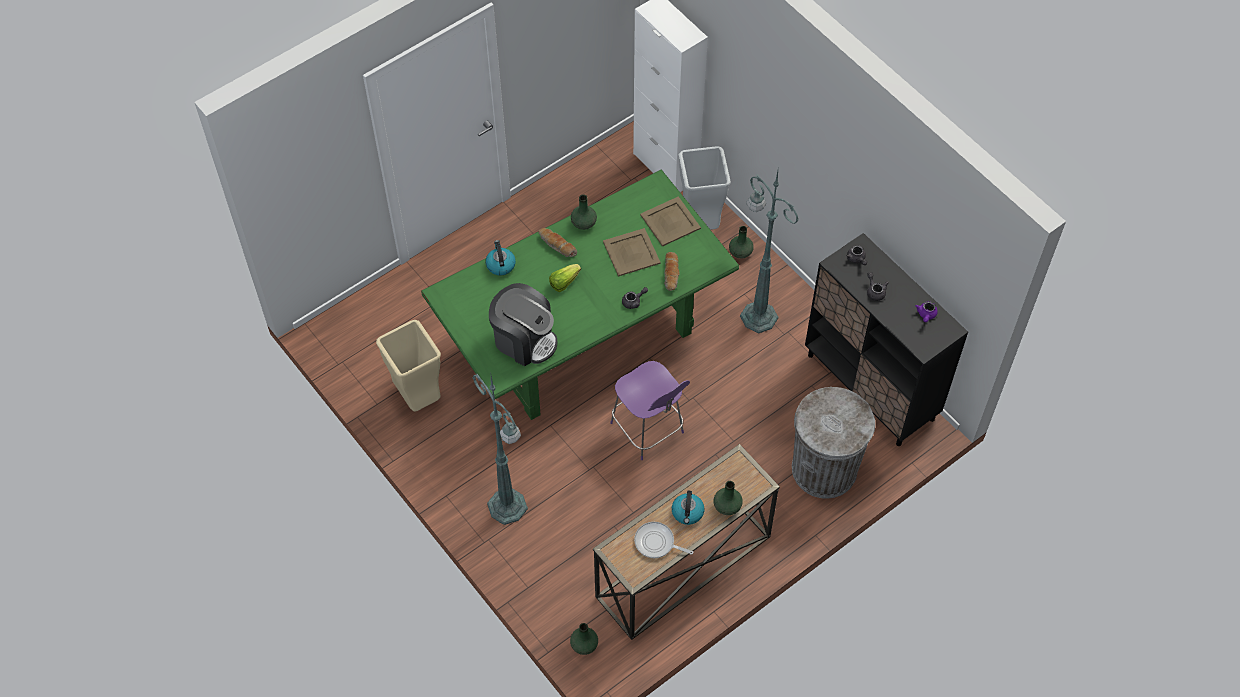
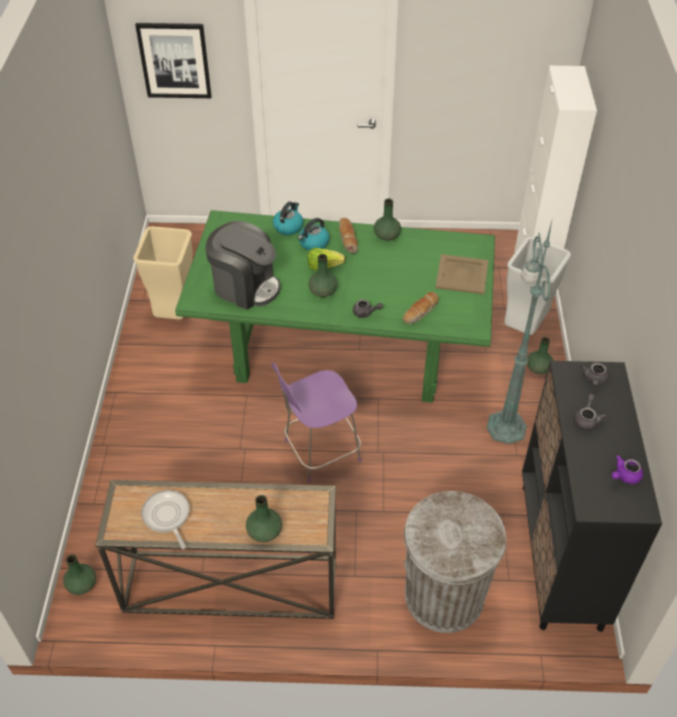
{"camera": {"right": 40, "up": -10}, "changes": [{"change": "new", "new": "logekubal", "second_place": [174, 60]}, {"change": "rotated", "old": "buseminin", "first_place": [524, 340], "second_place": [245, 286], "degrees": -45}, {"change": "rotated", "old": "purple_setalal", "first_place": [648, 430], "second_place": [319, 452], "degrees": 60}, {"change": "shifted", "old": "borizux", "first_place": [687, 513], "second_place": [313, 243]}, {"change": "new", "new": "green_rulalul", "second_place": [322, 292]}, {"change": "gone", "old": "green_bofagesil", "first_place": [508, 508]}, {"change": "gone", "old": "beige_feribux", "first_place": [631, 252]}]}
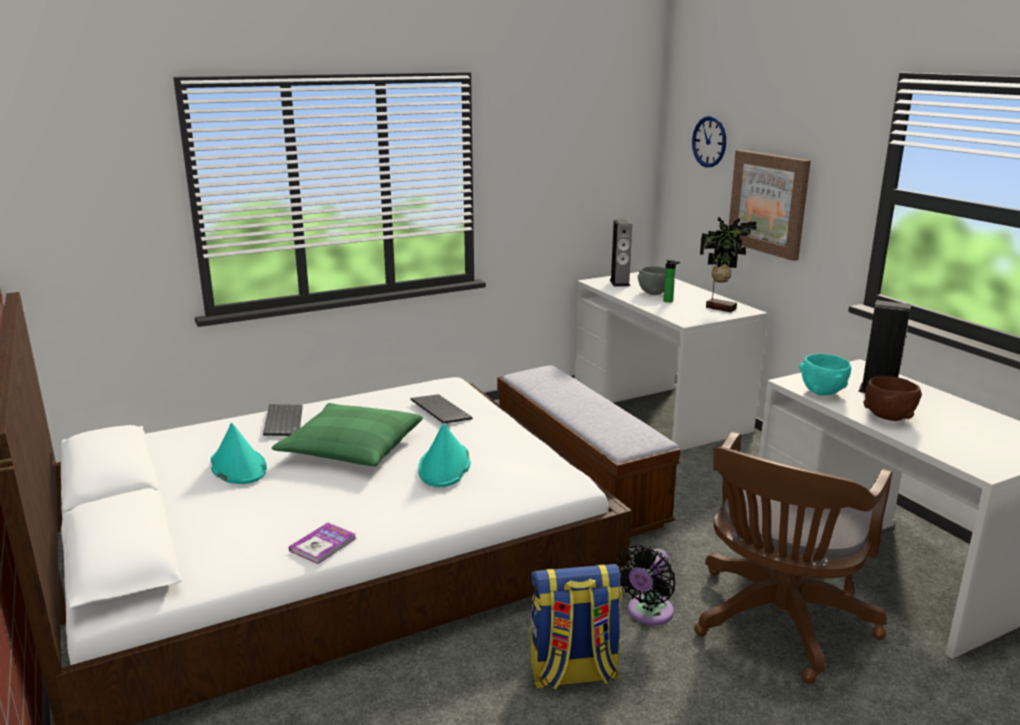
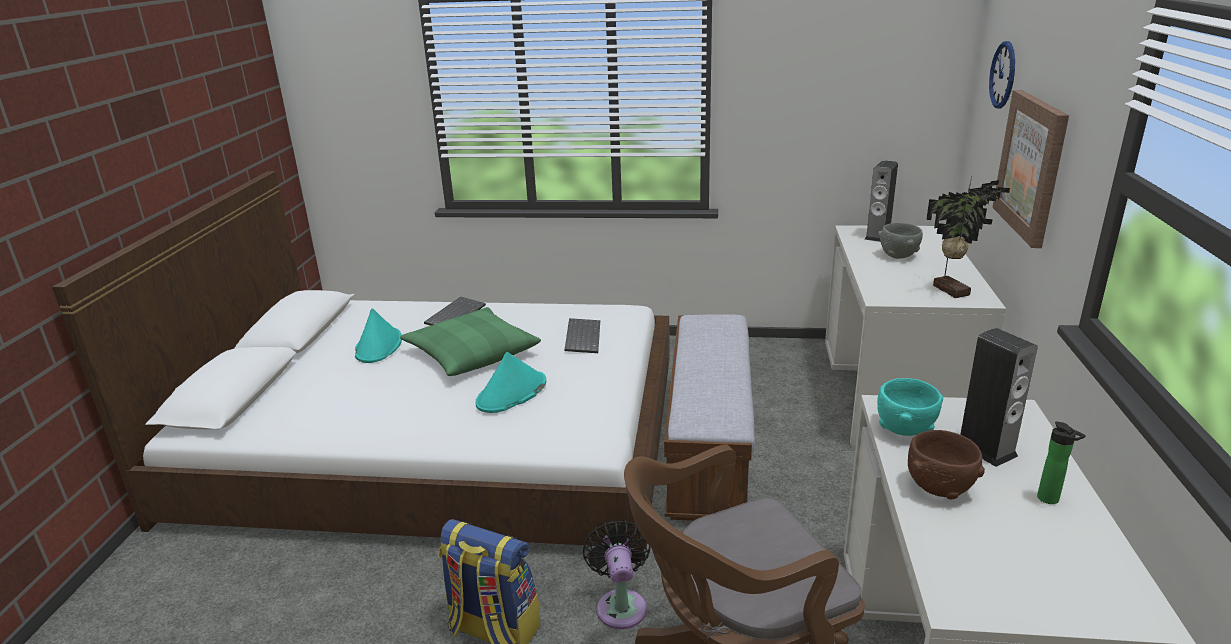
{"camera": {"right": 35, "up": 5}, "changes": [{"change": "rotated", "old": "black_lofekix", "first_place": [647, 613], "second_place": [621, 605], "degrees": 105}, {"change": "shifted", "old": "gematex", "first_place": [669, 301], "second_place": [1050, 500]}, {"change": "gone", "old": "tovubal", "first_place": [323, 544]}]}
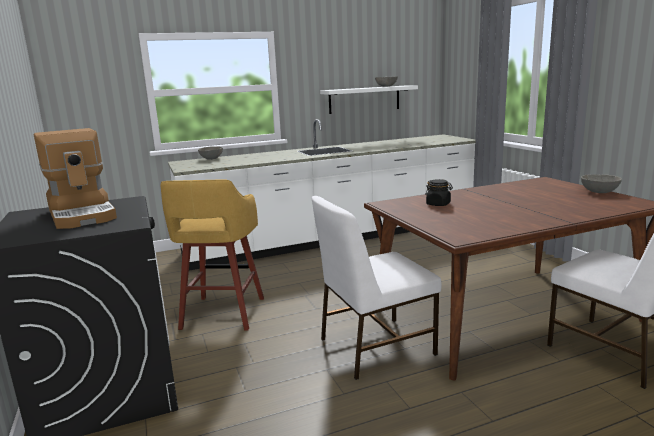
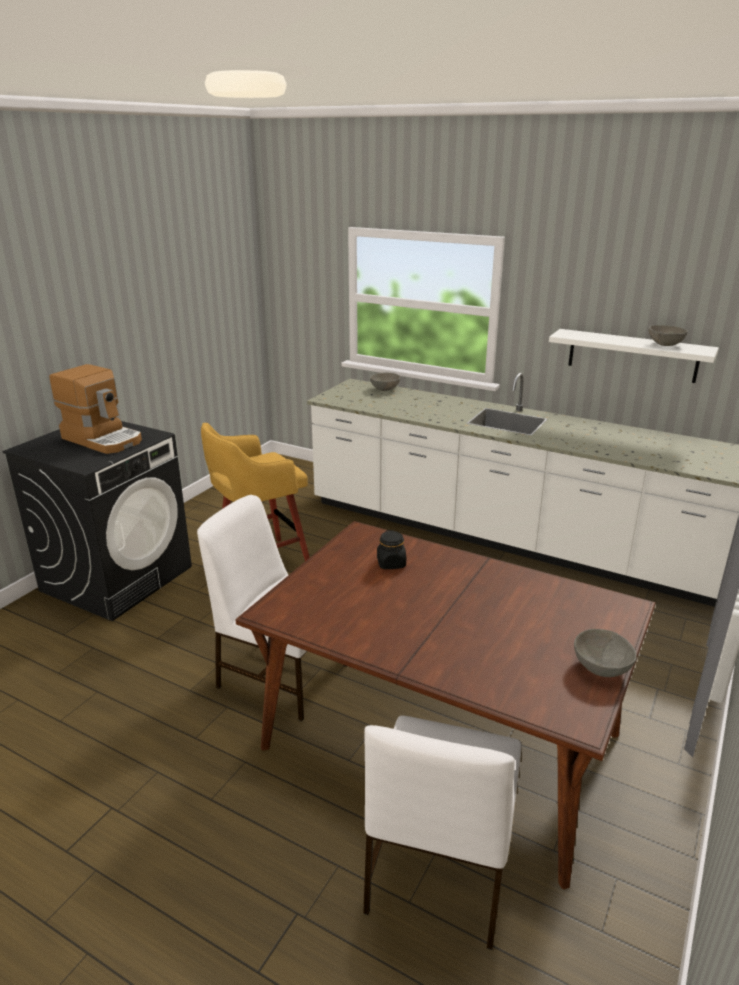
{"camera": {"right": 50, "up": 10}, "changes": [{"change": "rotated", "old": "buseminin", "first_place": [83, 214], "second_place": [103, 439], "degrees": -75}]}
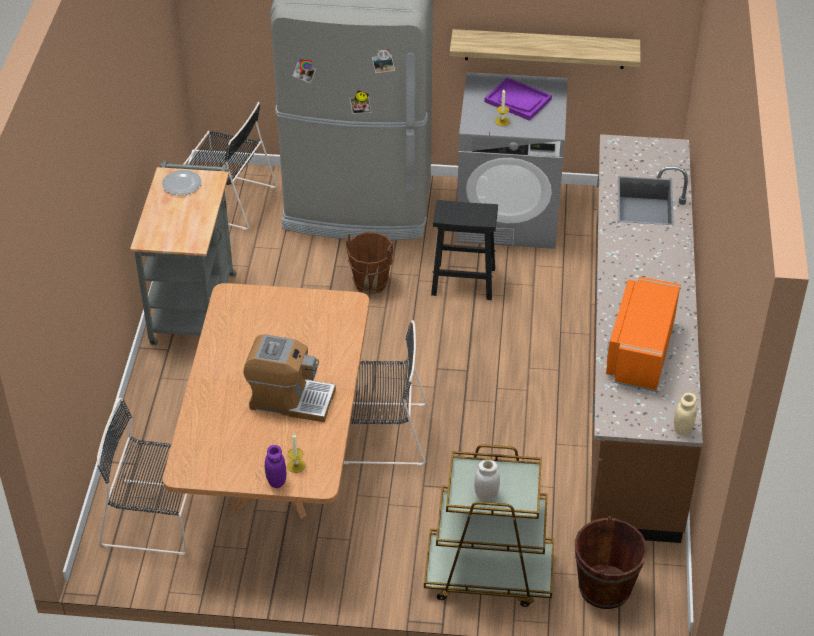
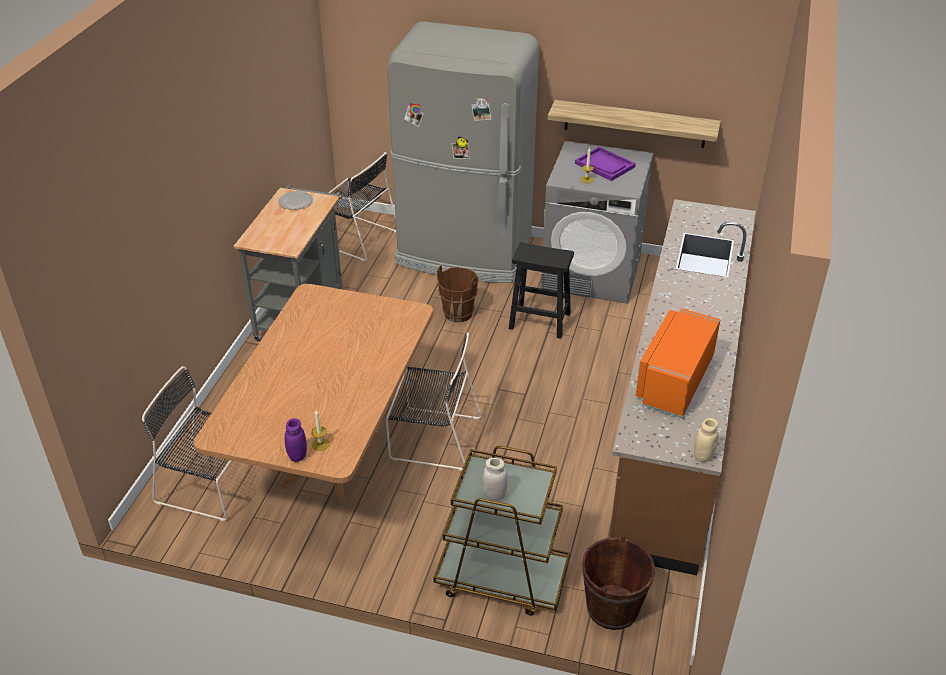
{"camera": {"right": 10, "up": -5}, "changes": [{"change": "gone", "old": "buseminin", "first_place": [290, 399]}]}
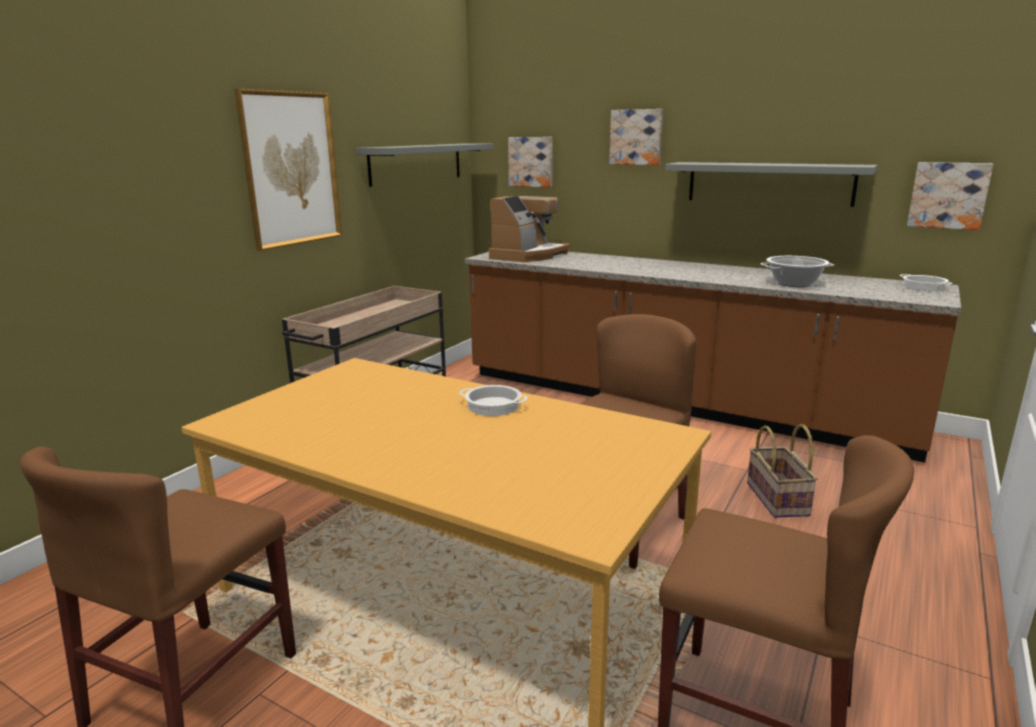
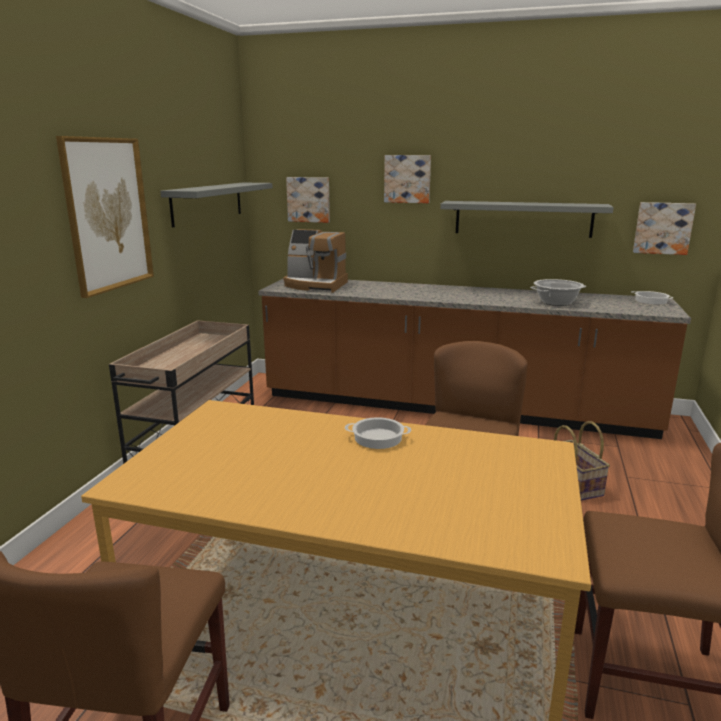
{"camera": {"right": -15, "up": 0}, "changes": [{"change": "rotated", "old": "buseminin", "first_place": [528, 256], "second_place": [315, 285], "degrees": 90}]}
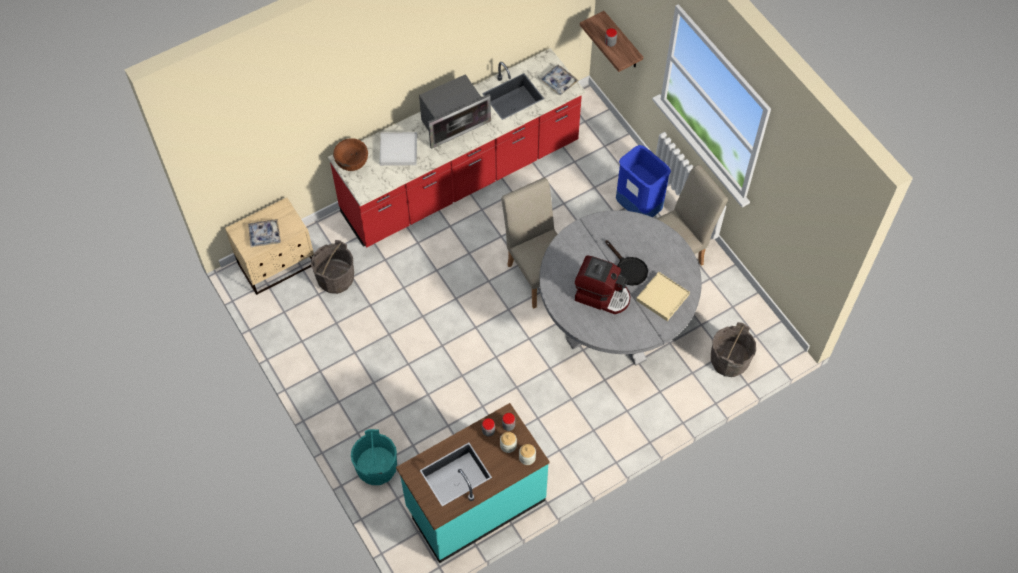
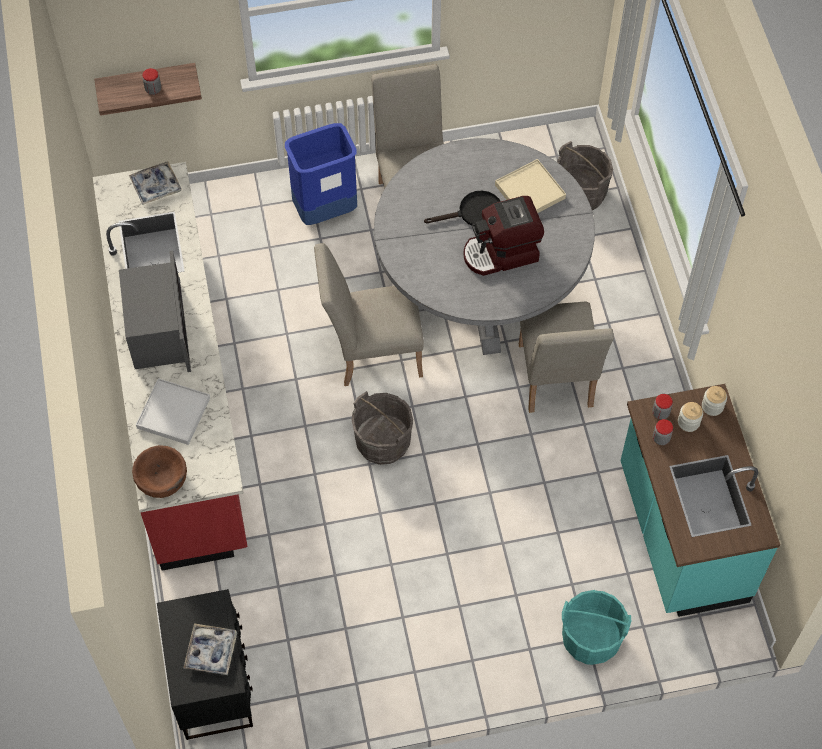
{"camera": {"right": -70, "up": 0}, "changes": [{"change": "repainted", "old": "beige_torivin", "new": "black_torivin", "first_place": [277, 264], "second_place": [213, 682]}, {"change": "shifted", "old": "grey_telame", "first_place": [335, 278], "second_place": [382, 442]}, {"change": "rotated", "old": "buseminin", "first_place": [602, 295], "second_place": [501, 254], "degrees": -150}, {"change": "new", "new": "beige_setalal", "second_place": [555, 382]}]}
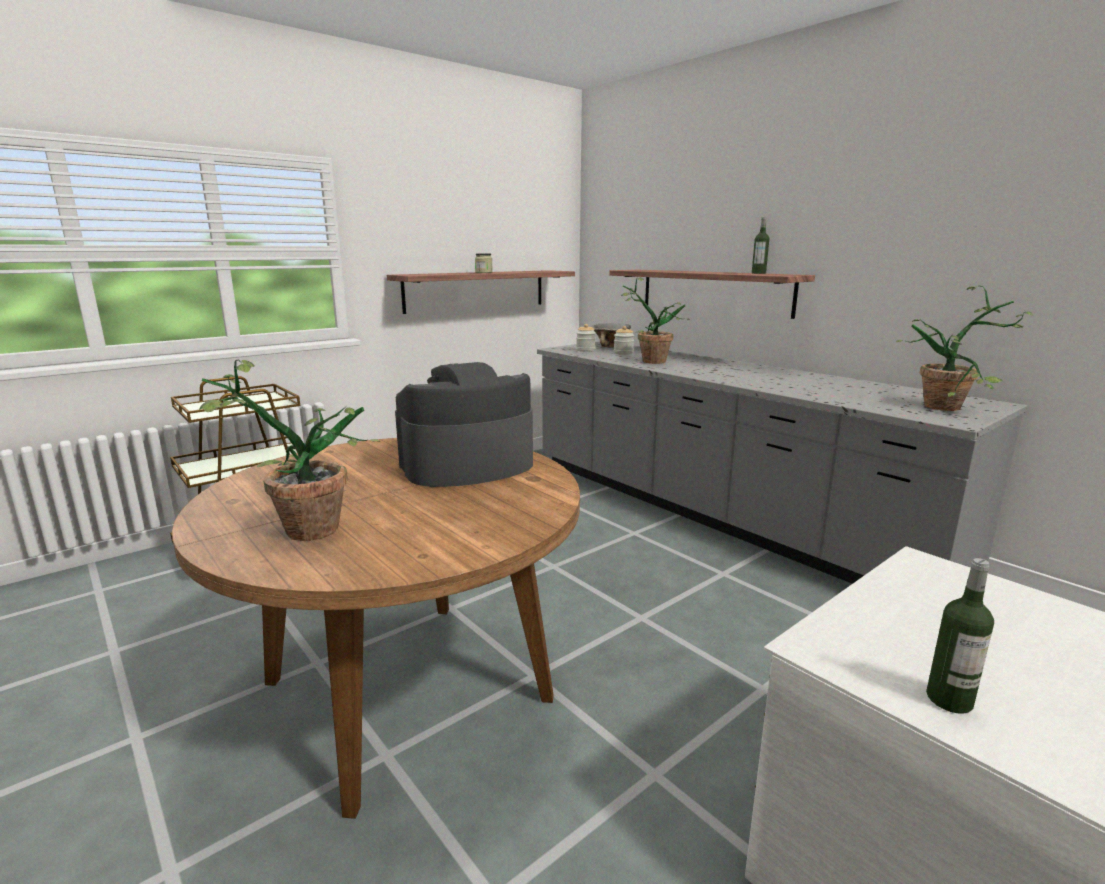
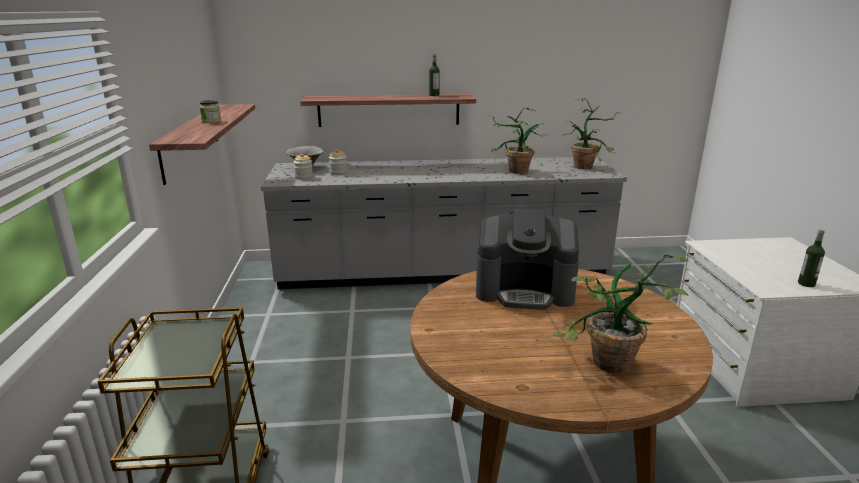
{"camera": {"right": -55, "up": 5}, "changes": [{"change": "rotated", "old": "buseminin", "first_place": [466, 466], "second_place": [525, 290], "degrees": -90}, {"change": "shifted", "old": "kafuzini", "first_place": [647, 361], "second_place": [514, 172]}]}
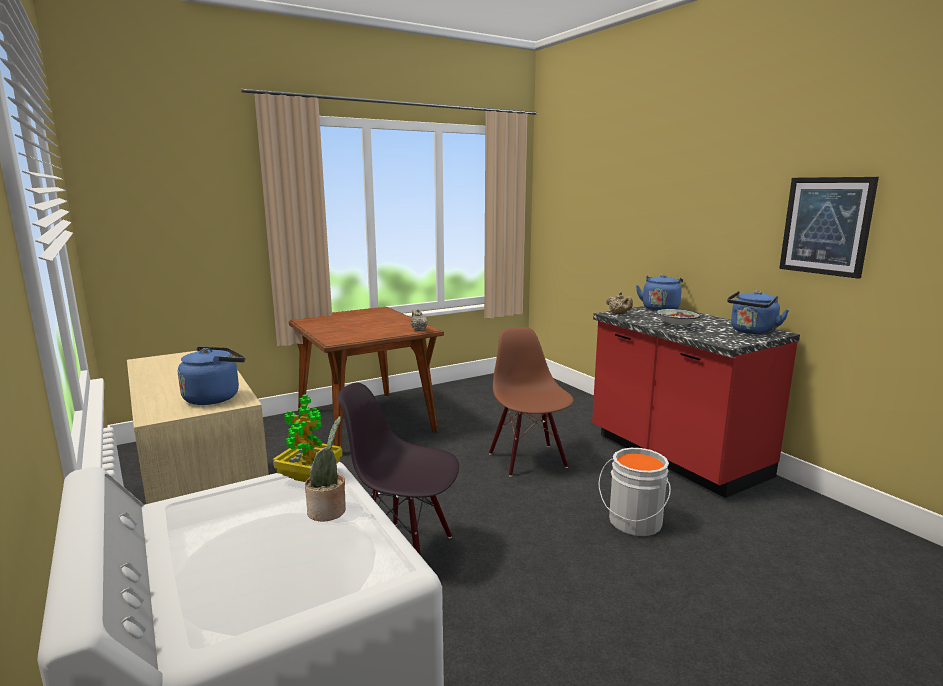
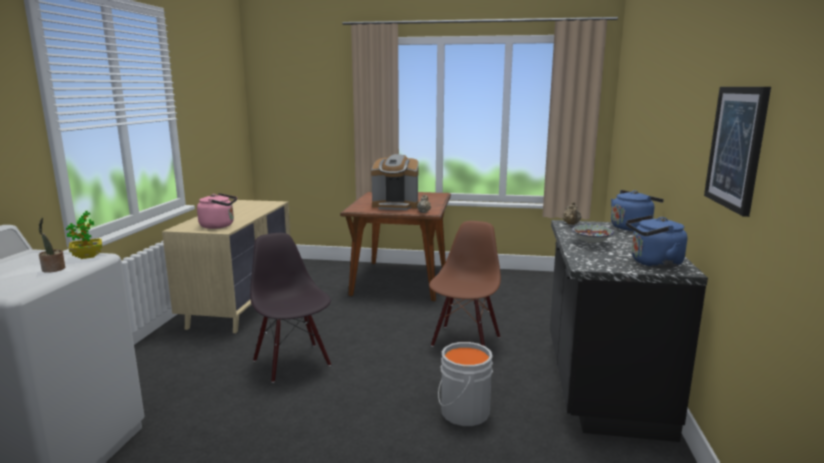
{"camera": {"right": 40, "up": 0}, "changes": [{"change": "repainted", "old": "blue_borizux", "new": "pink_borizux", "first_place": [215, 397], "second_place": [219, 226]}, {"change": "new", "new": "buseminin", "second_place": [395, 206]}, {"change": "repainted", "old": "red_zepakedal", "new": "black_zepakedal", "first_place": [675, 456], "second_place": [601, 384]}]}
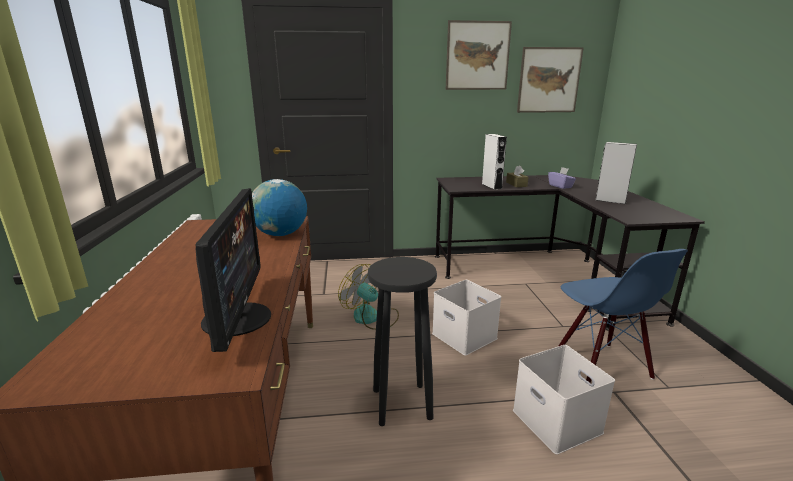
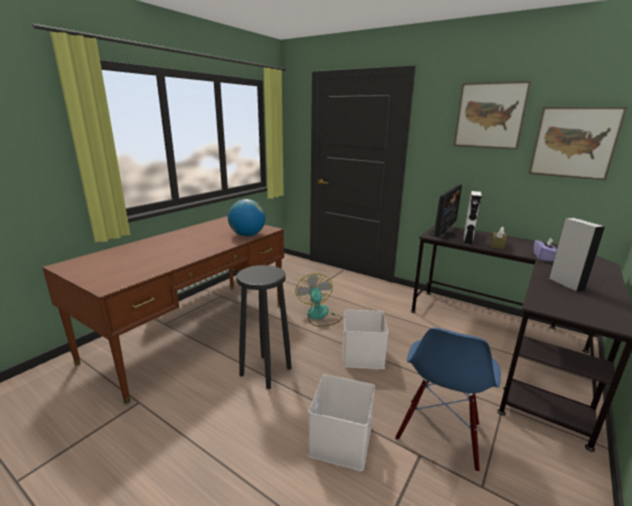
{"camera": {"right": 40, "up": 0}, "changes": [{"change": "shifted", "old": "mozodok", "first_place": [238, 318], "second_place": [443, 234]}]}
